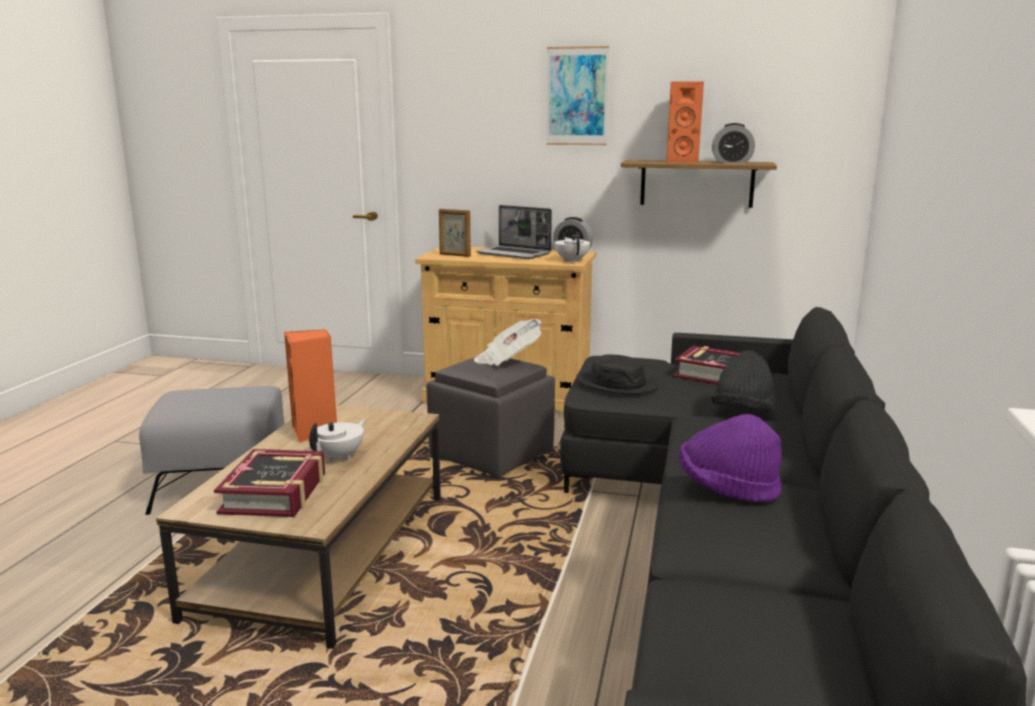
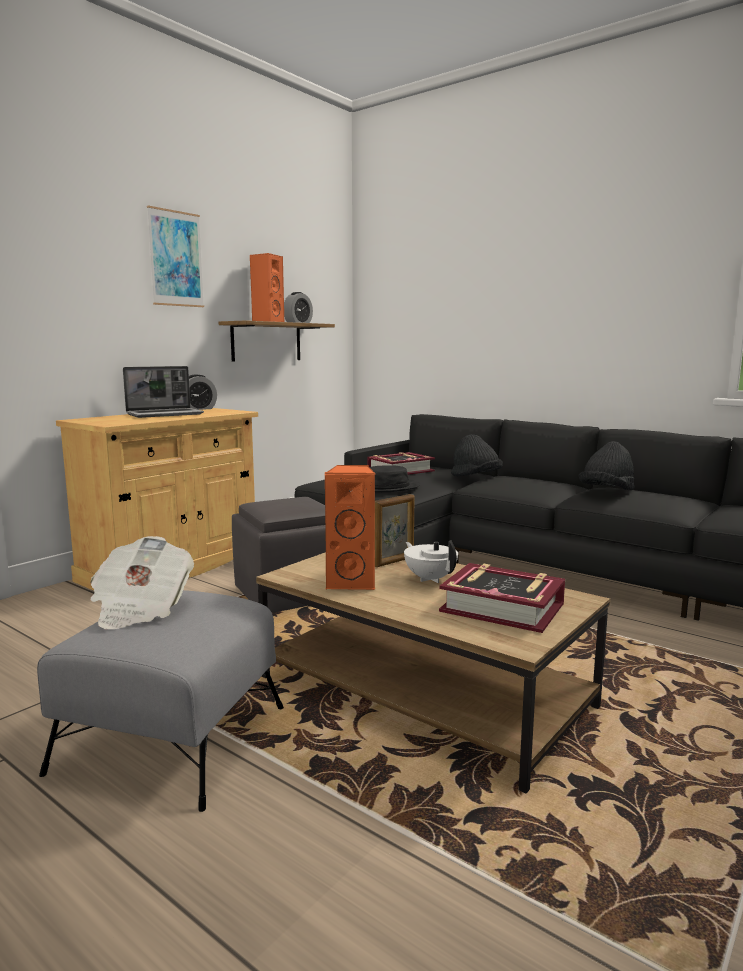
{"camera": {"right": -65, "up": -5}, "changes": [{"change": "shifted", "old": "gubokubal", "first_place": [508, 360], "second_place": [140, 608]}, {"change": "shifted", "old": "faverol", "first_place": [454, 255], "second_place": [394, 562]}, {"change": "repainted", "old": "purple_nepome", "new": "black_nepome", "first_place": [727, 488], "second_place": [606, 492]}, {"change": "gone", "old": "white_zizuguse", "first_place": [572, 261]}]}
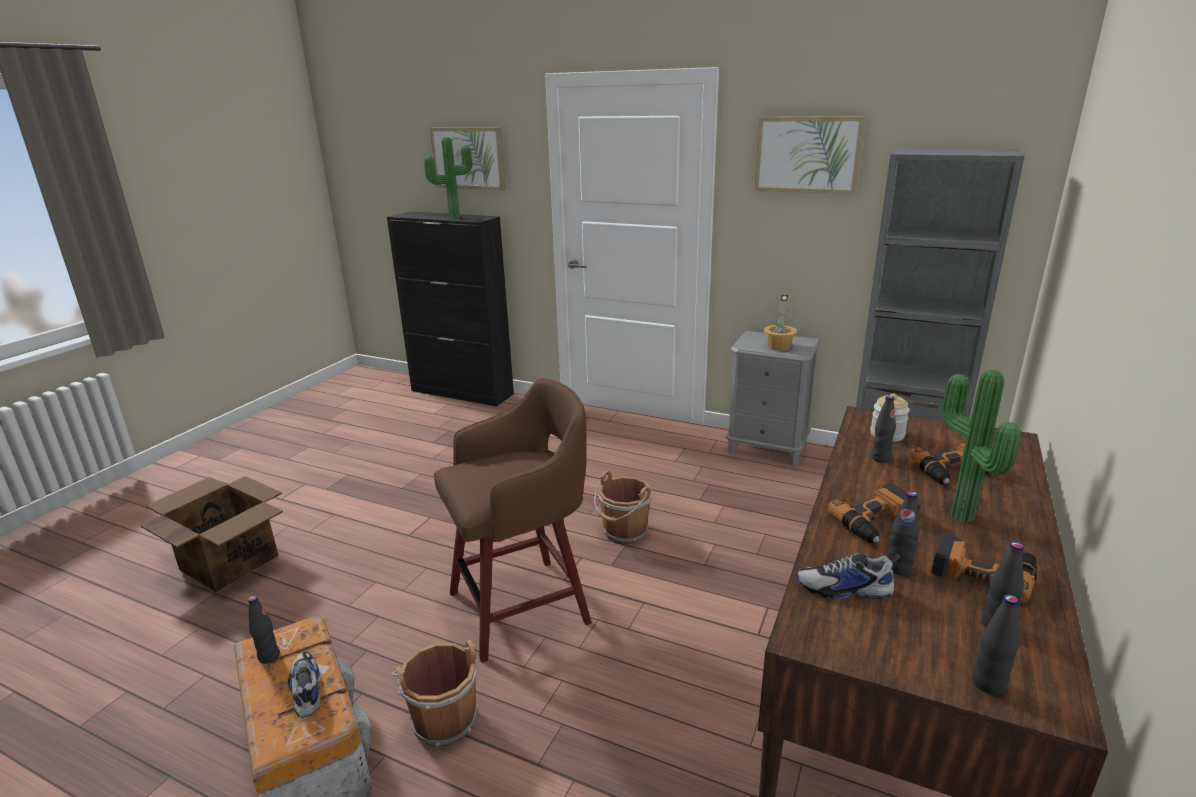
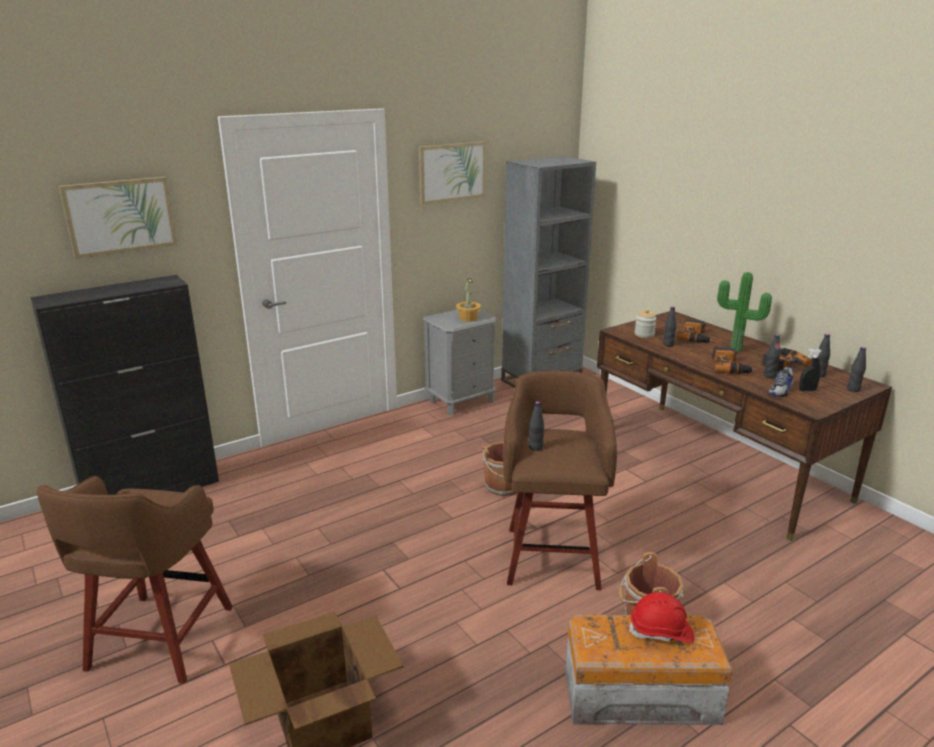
{"camera": {"right": -60, "up": 0}, "changes": [{"change": "new", "new": "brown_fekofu", "second_place": [158, 641]}, {"change": "shifted", "old": "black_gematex", "first_place": [269, 657], "second_place": [535, 447]}, {"change": "swapped", "old": "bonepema", "new": "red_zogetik", "first_place": [305, 690], "second_place": [661, 632]}, {"change": "new", "new": "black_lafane", "second_place": [807, 390]}, {"change": "gone", "old": "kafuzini", "first_place": [454, 217]}]}
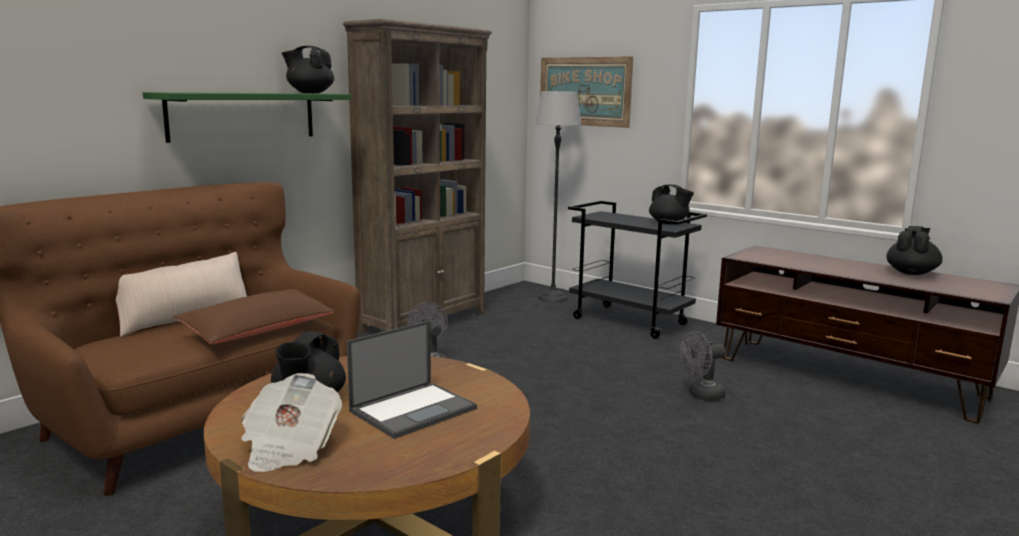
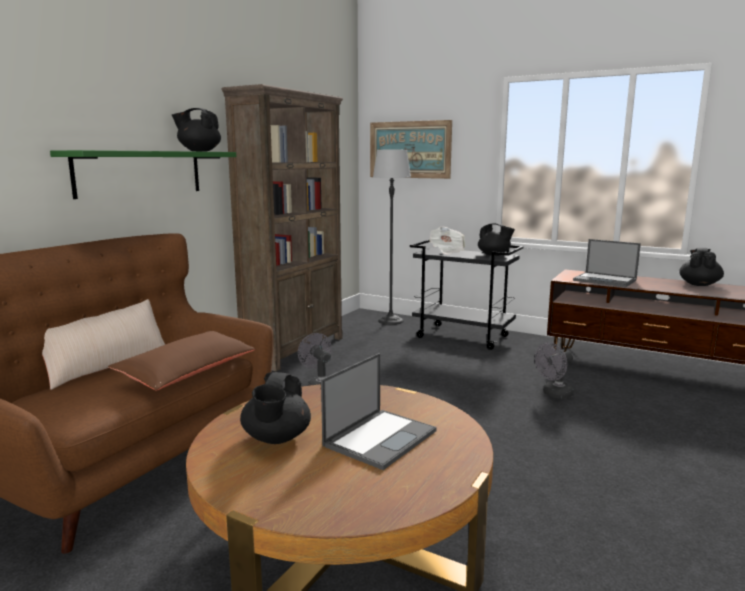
{"camera": {"right": -10, "up": 0}, "changes": [{"change": "shifted", "old": "gubokubal", "first_place": [289, 447], "second_place": [447, 251]}, {"change": "new", "new": "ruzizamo", "second_place": [605, 280]}]}
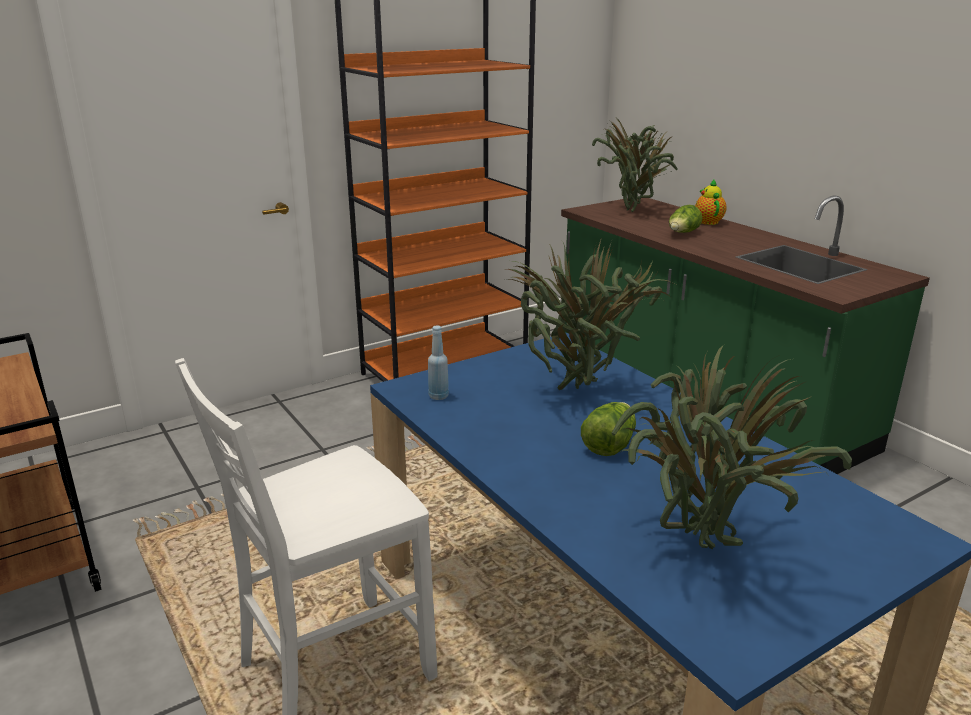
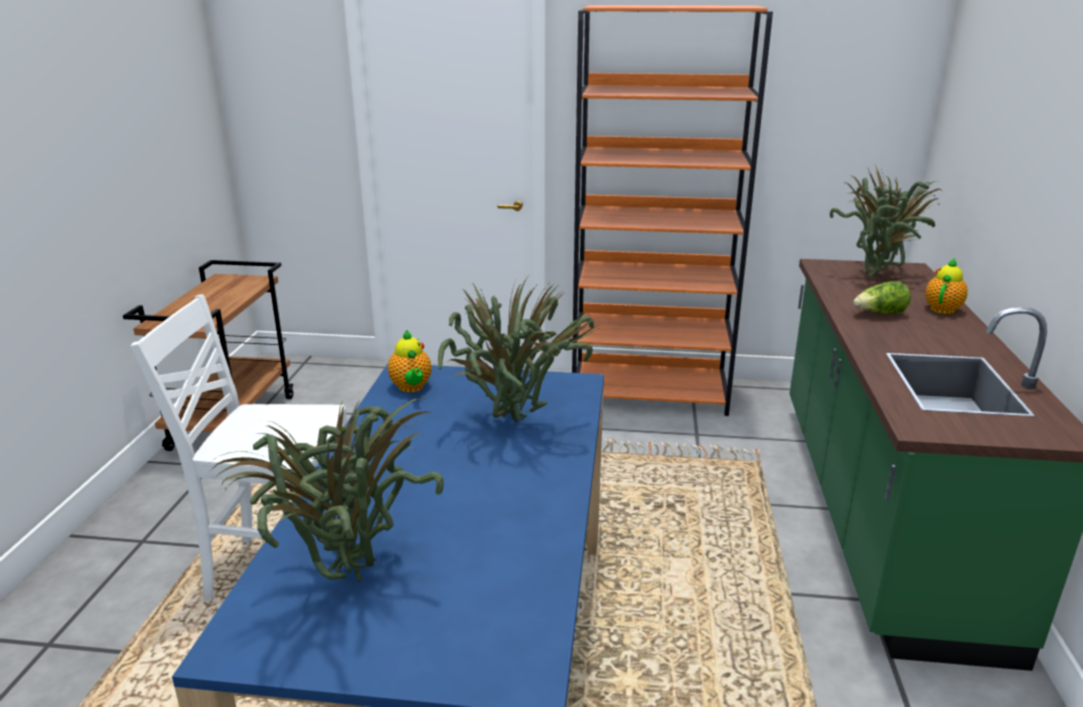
{"camera": {"right": 40, "up": 0}, "changes": [{"change": "swapped", "old": "blue_gematex", "new": "zizuguse", "first_place": [438, 396], "second_place": [411, 387]}, {"change": "gone", "old": "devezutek", "first_place": [609, 444]}]}
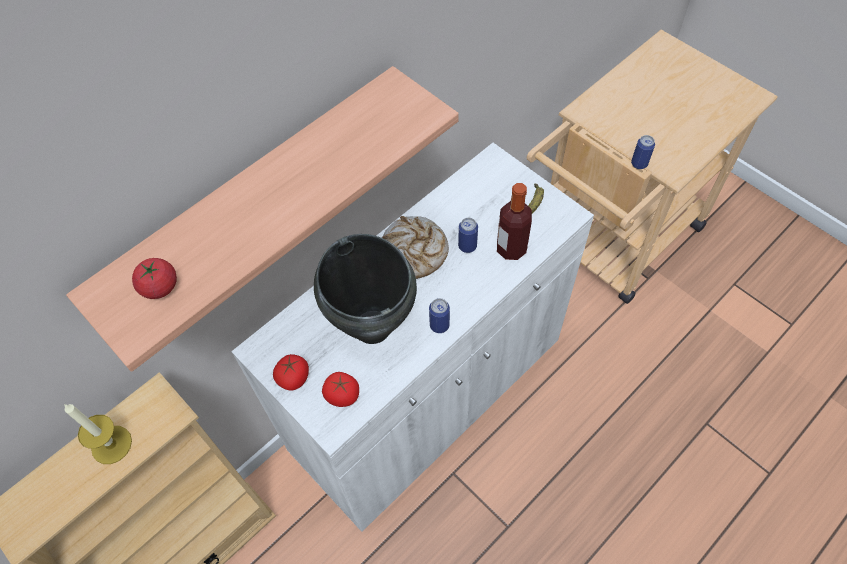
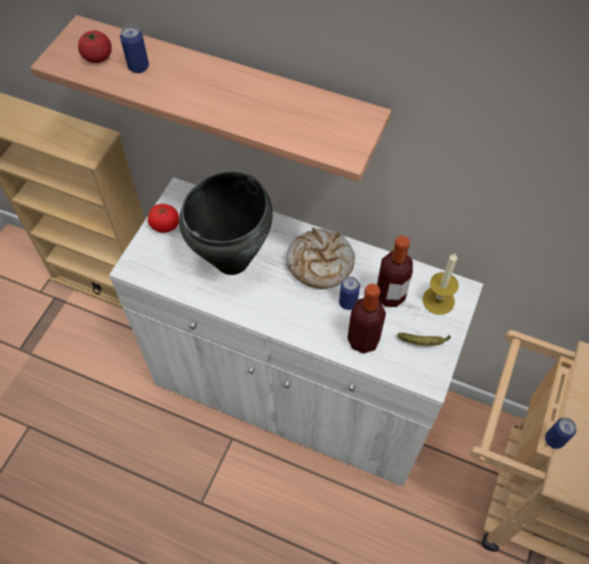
{"camera": {"right": 65, "up": 0}, "changes": [{"change": "shifted", "old": "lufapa", "first_place": [439, 325], "second_place": [138, 67]}, {"change": "new", "new": "gematex", "second_place": [390, 295]}, {"change": "shifted", "old": "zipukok", "first_place": [111, 444], "second_place": [438, 300]}, {"change": "gone", "old": "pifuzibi", "first_place": [342, 395]}]}
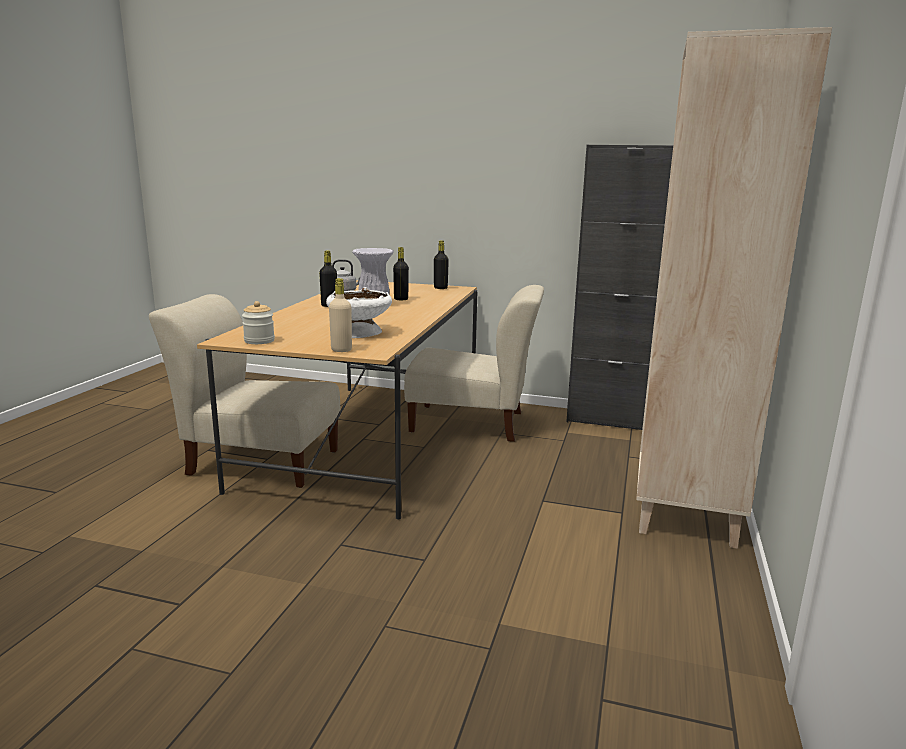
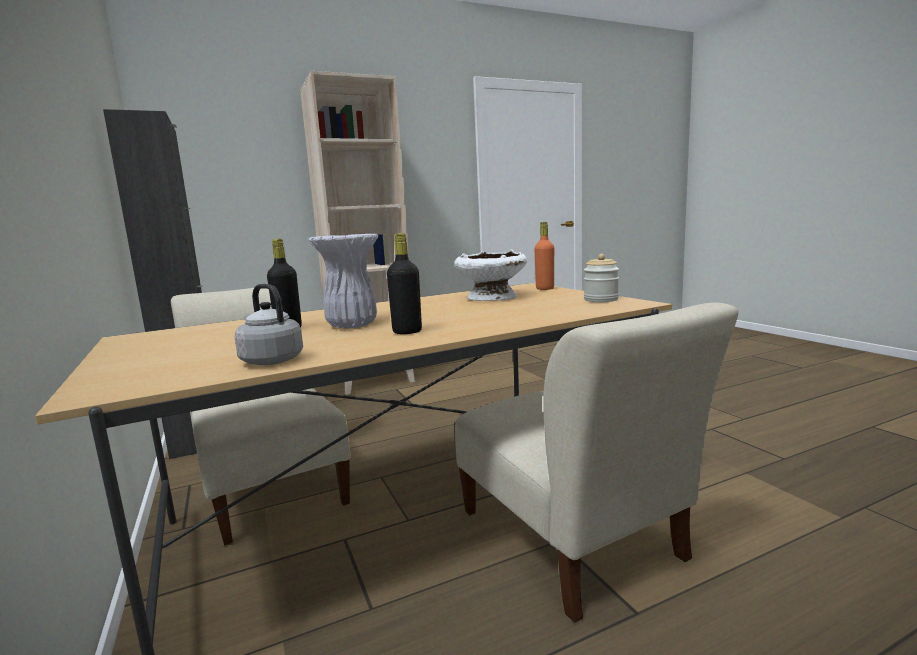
{"camera": {"right": -130, "up": -5}, "changes": [{"change": "repainted", "old": "beige_gematex", "new": "orange_gematex", "first_place": [341, 350], "second_place": [545, 288]}, {"change": "gone", "old": "black_gematex", "first_place": [440, 288]}]}
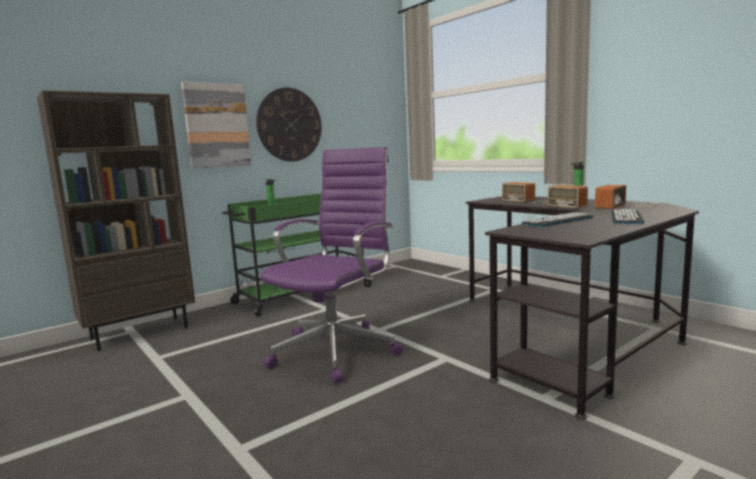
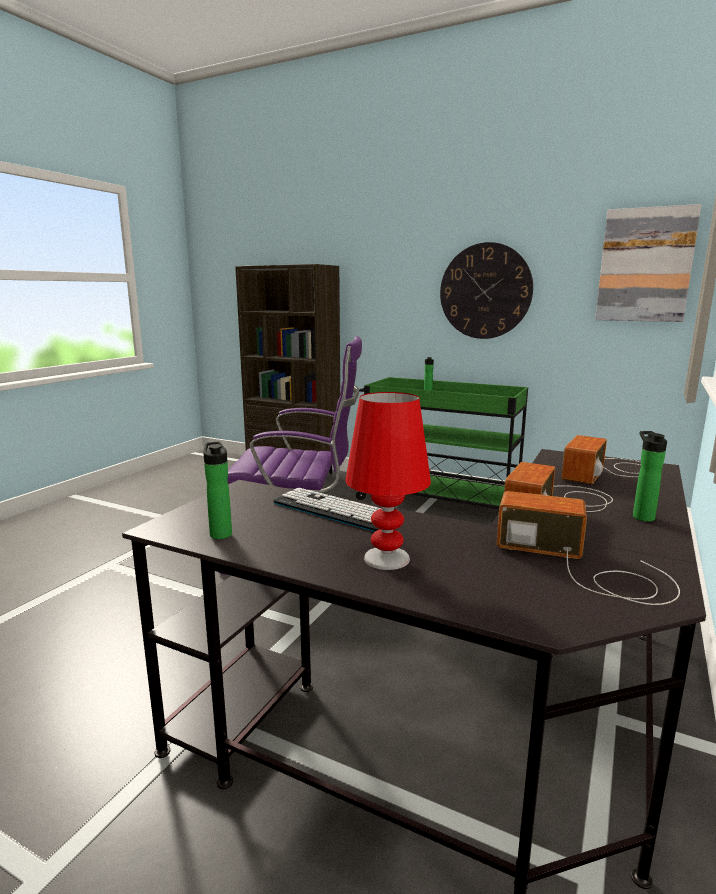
{"camera": {"right": 65, "up": 5}, "changes": [{"change": "new", "new": "gematex", "second_place": [220, 533]}, {"change": "swapped", "old": "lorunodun", "new": "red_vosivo", "first_place": [626, 217], "second_place": [387, 559]}, {"change": "shifted", "old": "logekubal", "first_place": [217, 125], "second_place": [645, 265]}]}
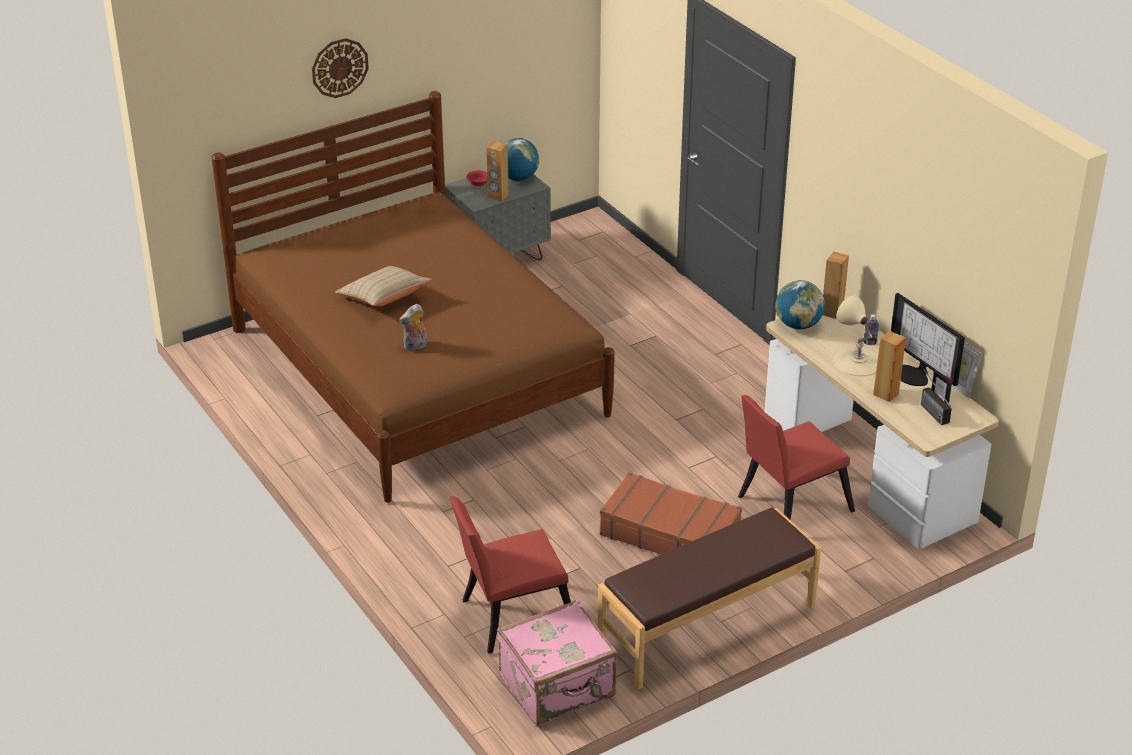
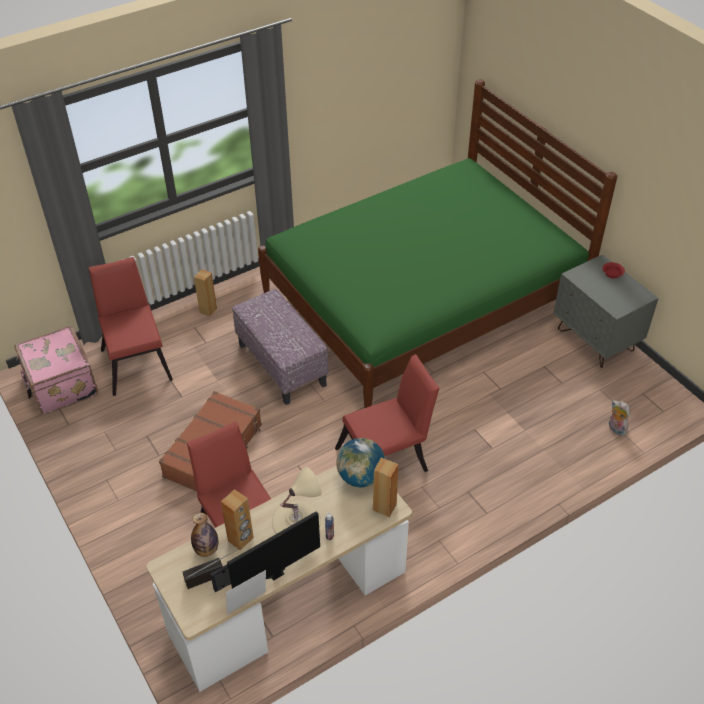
{"camera": {"right": 90, "up": 10}, "changes": [{"change": "new", "new": "gematex", "second_place": [206, 549]}, {"change": "shifted", "old": "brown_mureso", "first_place": [498, 196], "second_place": [208, 310]}, {"change": "new", "new": "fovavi", "second_place": [283, 365]}, {"change": "repainted", "old": "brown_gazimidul", "new": "green_gazimidul", "first_place": [417, 372], "second_place": [422, 300]}, {"change": "new", "new": "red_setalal", "second_place": [387, 458]}, {"change": "shifted", "old": "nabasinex", "first_place": [415, 347], "second_place": [615, 429]}, {"change": "gone", "old": "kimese", "first_place": [339, 67]}, {"change": "gone", "old": "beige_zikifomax", "first_place": [384, 298]}, {"change": "gone", "old": "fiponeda", "first_place": [518, 178]}, {"change": "gone", "old": "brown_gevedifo", "first_place": [708, 626]}]}
